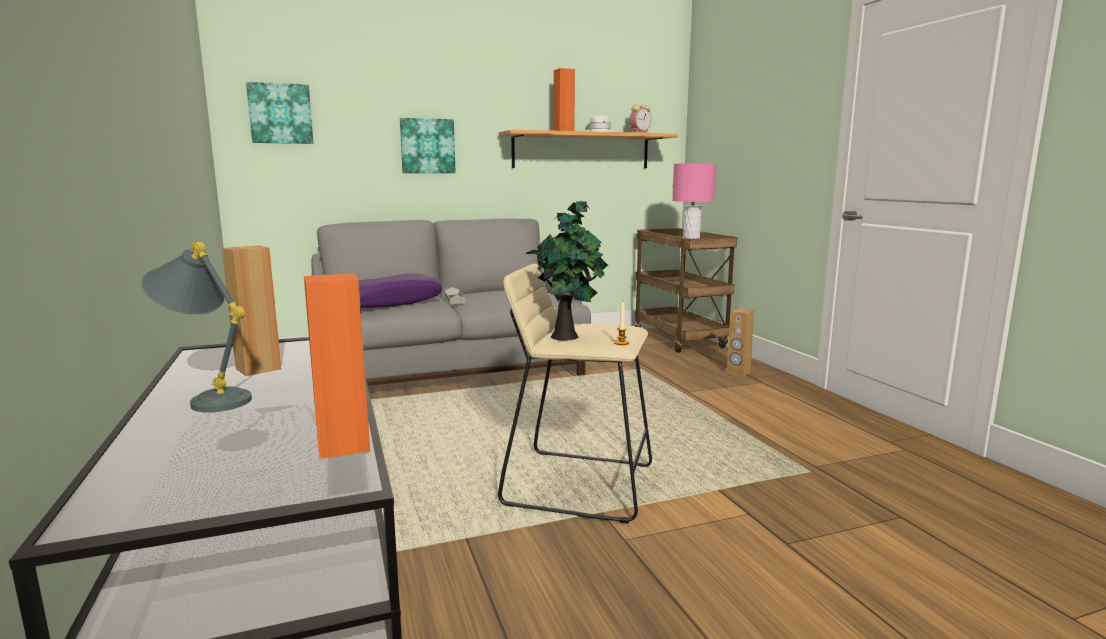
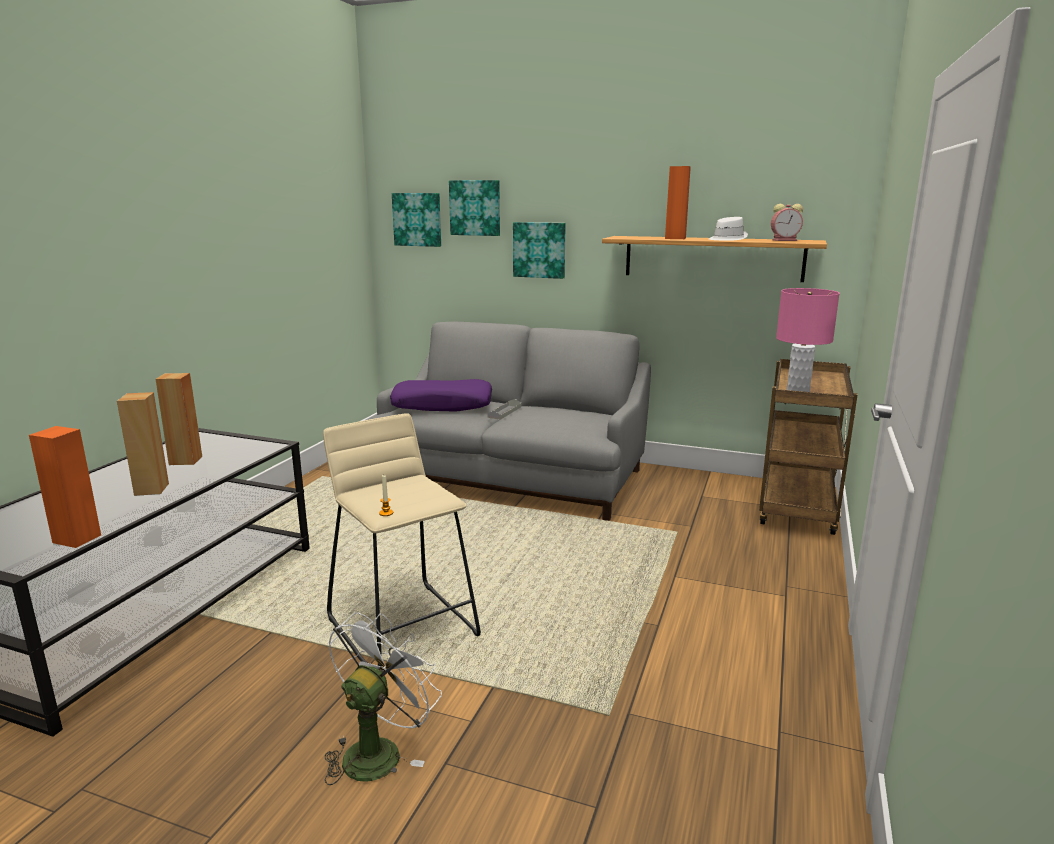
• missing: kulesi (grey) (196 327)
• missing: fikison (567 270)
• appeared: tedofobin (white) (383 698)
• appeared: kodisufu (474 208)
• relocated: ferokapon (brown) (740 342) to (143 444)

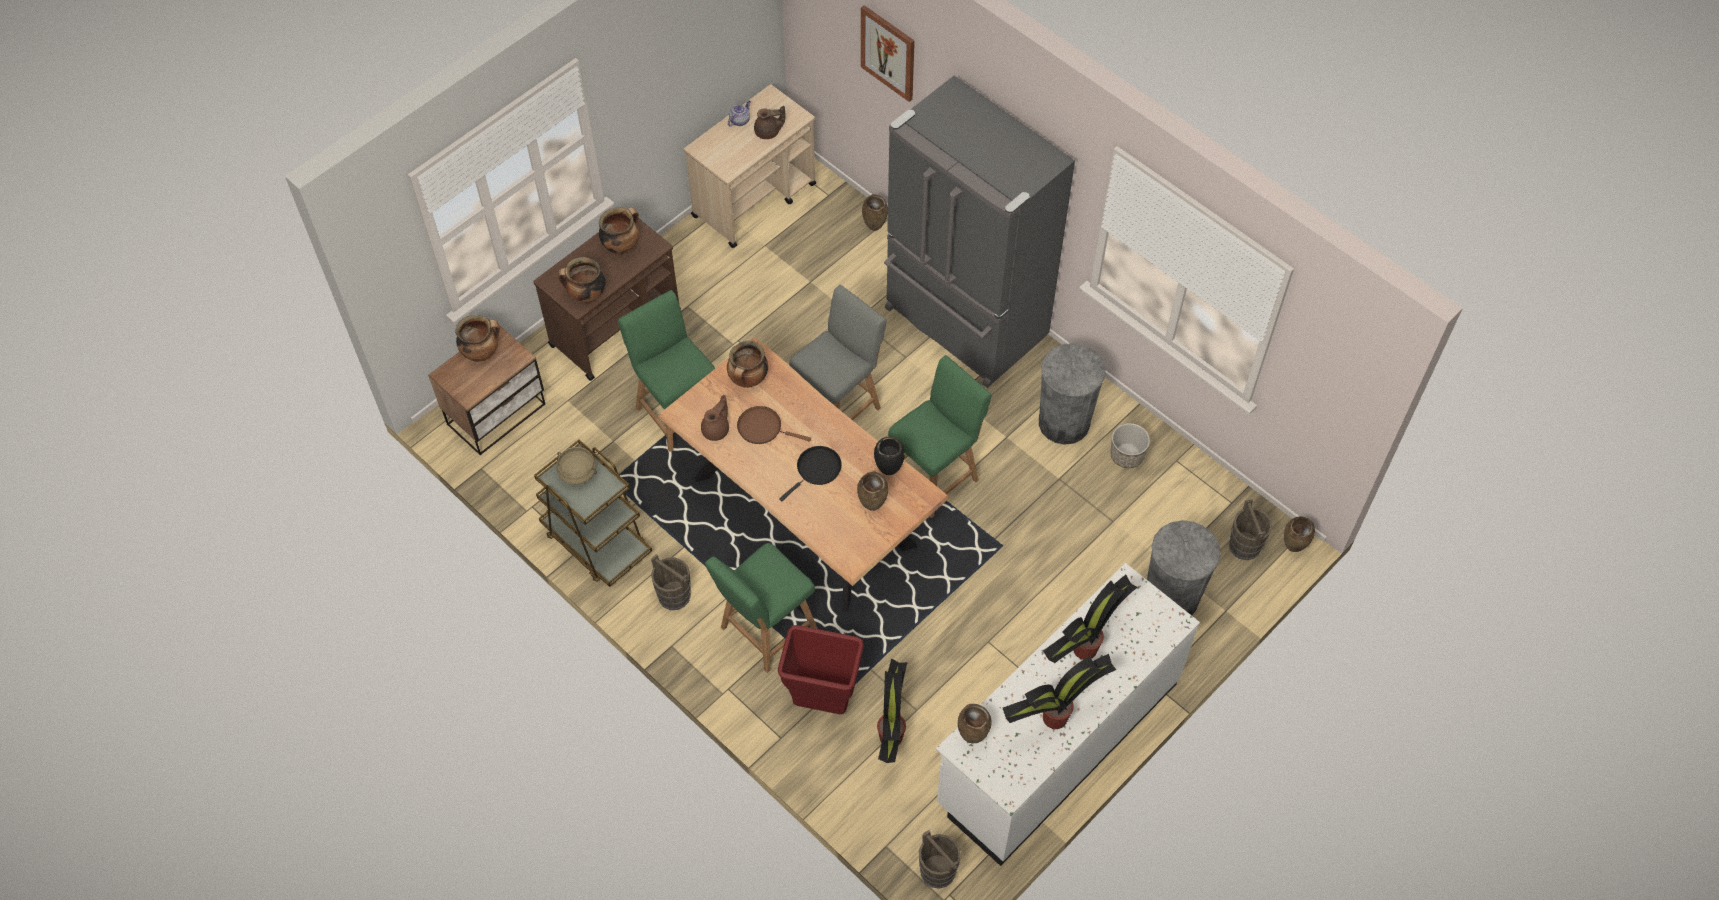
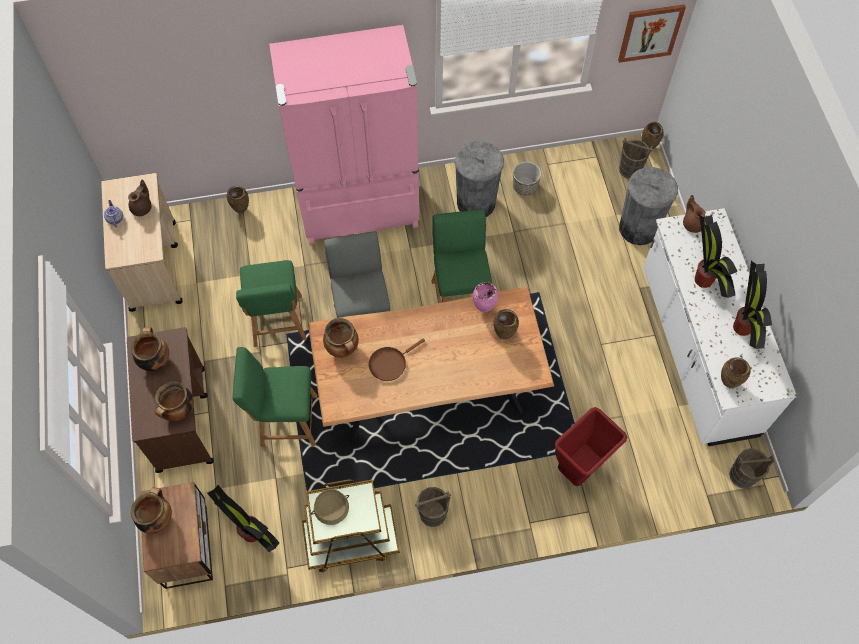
• missing: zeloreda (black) (810 473)
• relocated: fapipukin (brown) (715 418) to (694 214)
• relocated: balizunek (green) (761 608) to (271 303)
• relocated: kodisufu (888 53) to (652 33)
• relocated: fikison (892 710) to (243 518)
• colour: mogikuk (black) (889 456) to mogikuk (pink) (485 297)
• colour: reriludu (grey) (979 232) to reriludu (pink) (344 134)

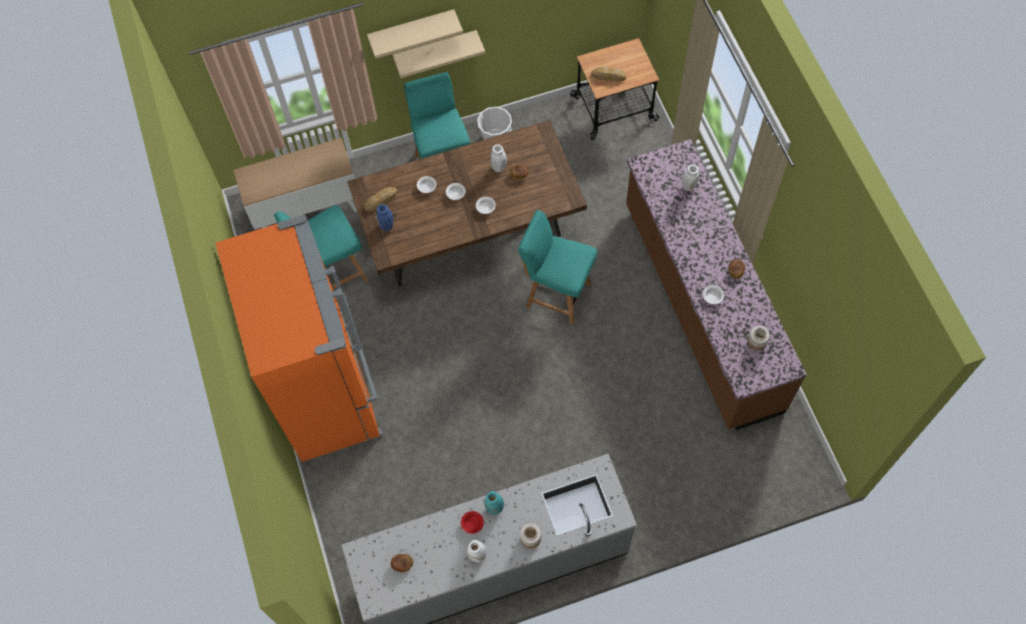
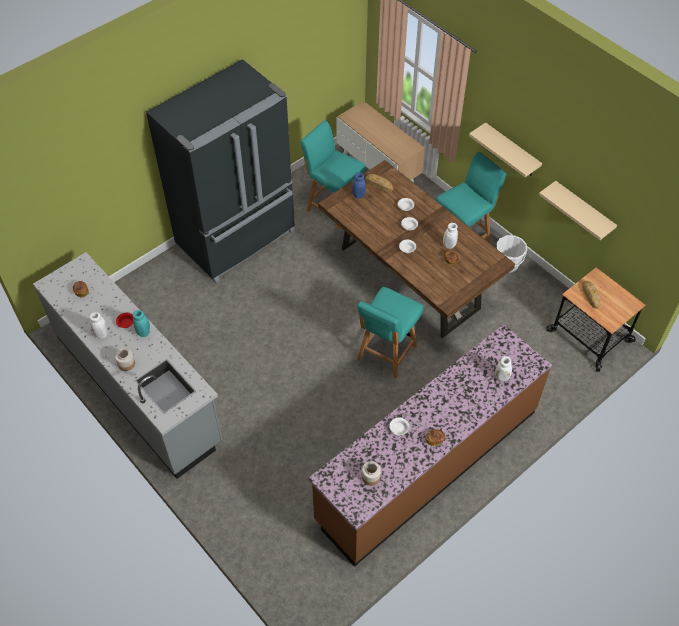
• relocated: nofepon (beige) (415 34) to (578 210)
• colour: reriludu (orange) (299 338) to reriludu (black) (220 171)
• spun: balizunek (turquoise) (557 267) = (390 333) 150 degrees counterclockwise

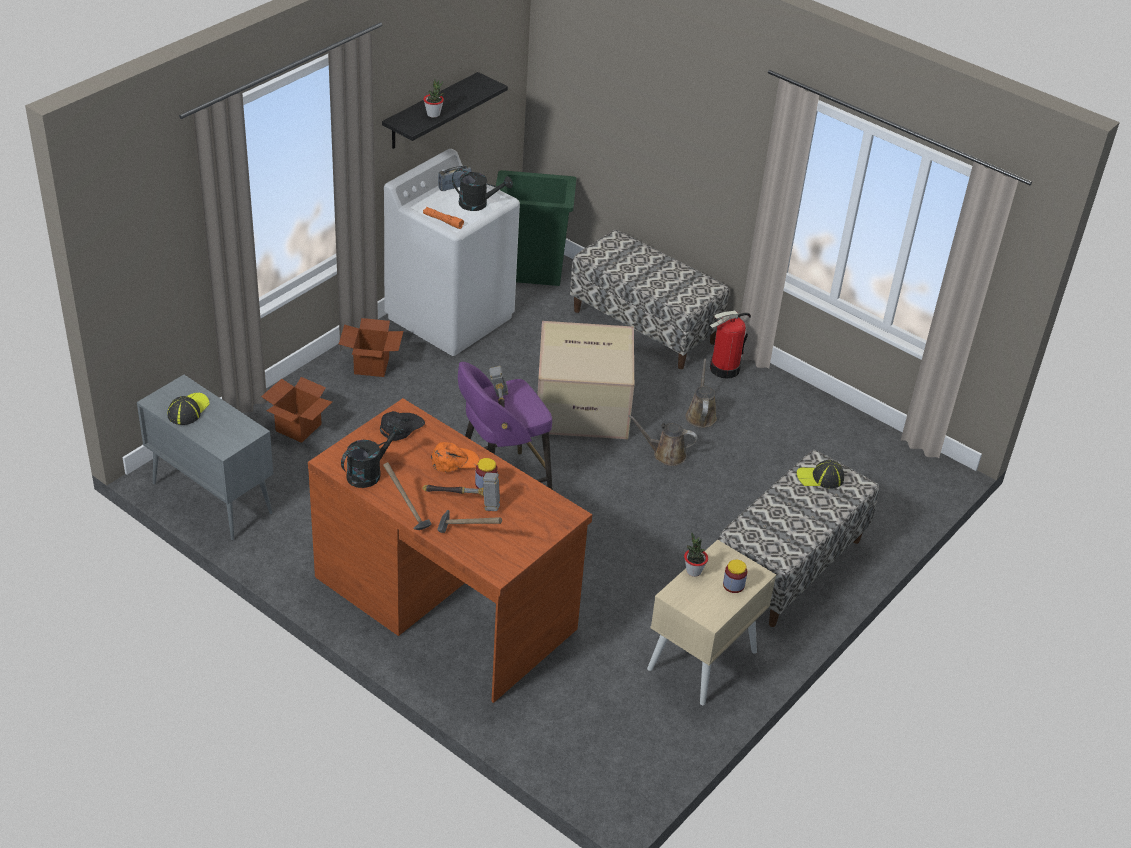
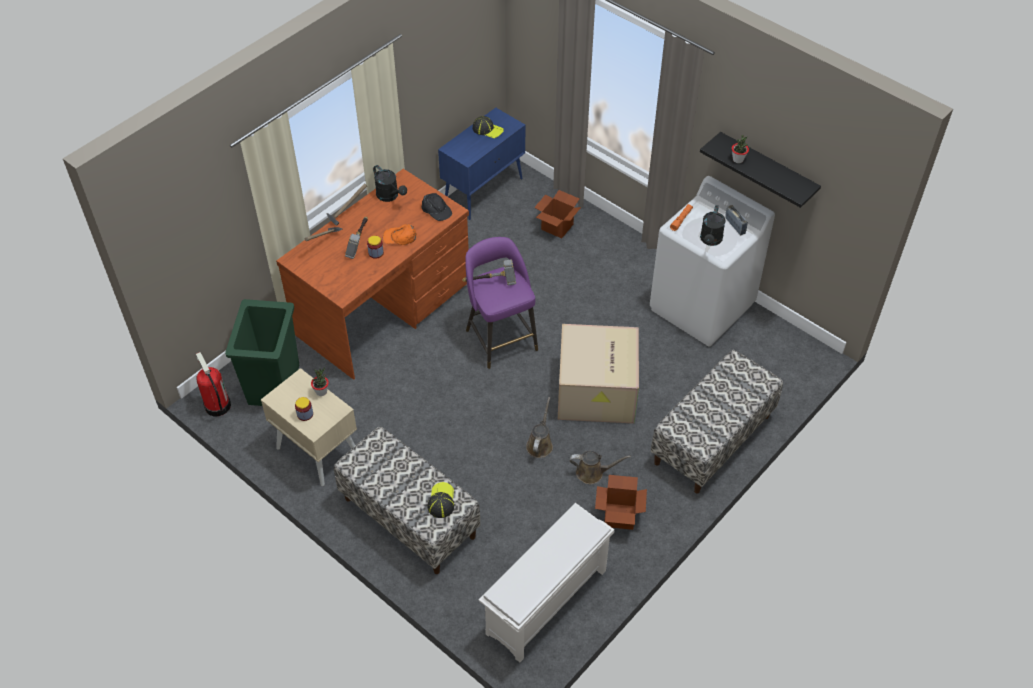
• appeared: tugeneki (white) (546 583)
• relocated: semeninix (371 347) to (621 502)
• relocated: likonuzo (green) (535 228) to (262 352)
• relocated: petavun (730 345) to (213 384)
• colour: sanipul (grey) (205 457) to sanipul (blue) (481 164)
• spun: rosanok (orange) (455 457) = (400 234) 105 degrees clockwise

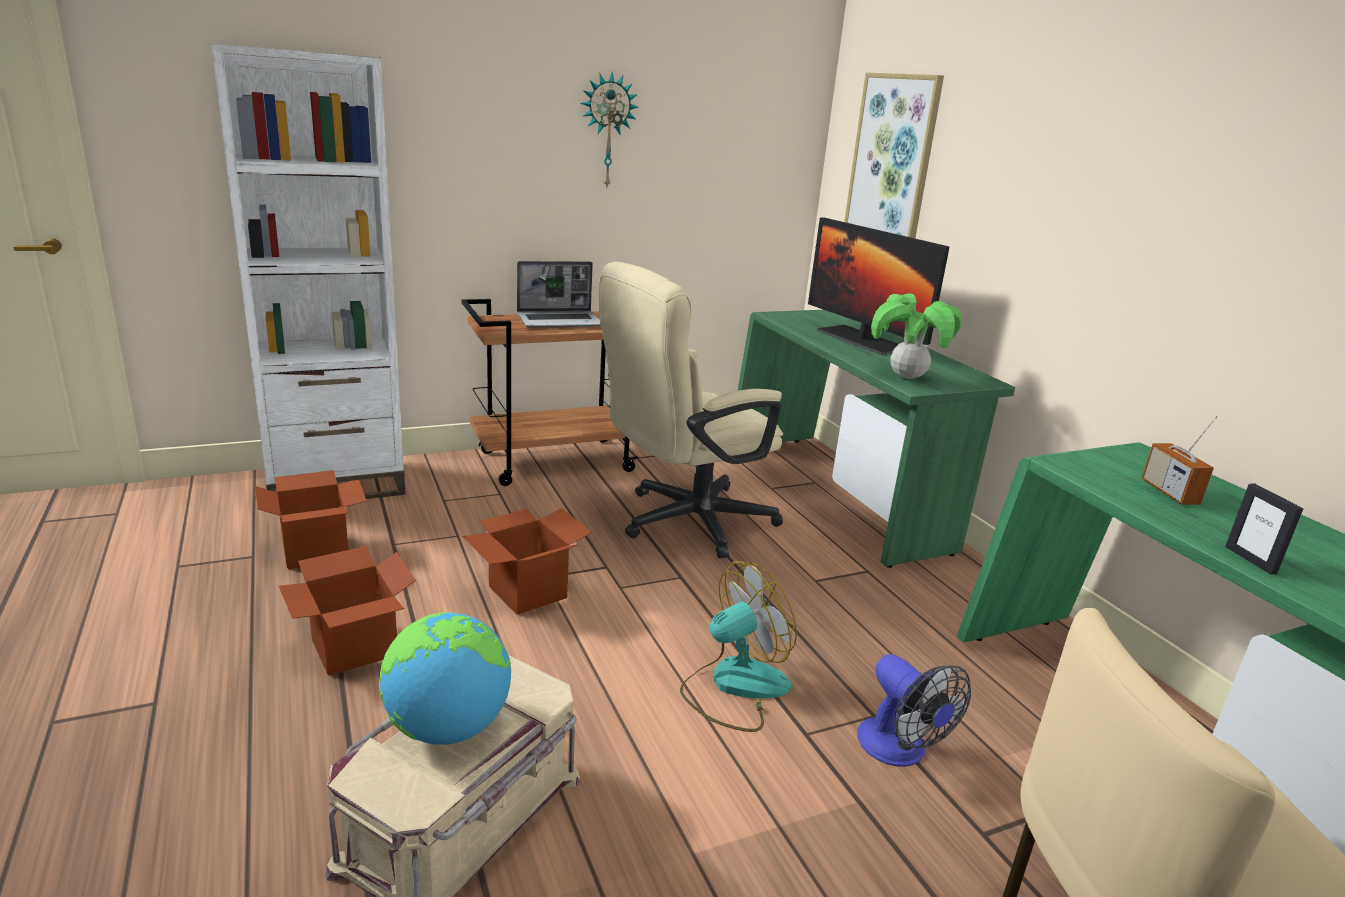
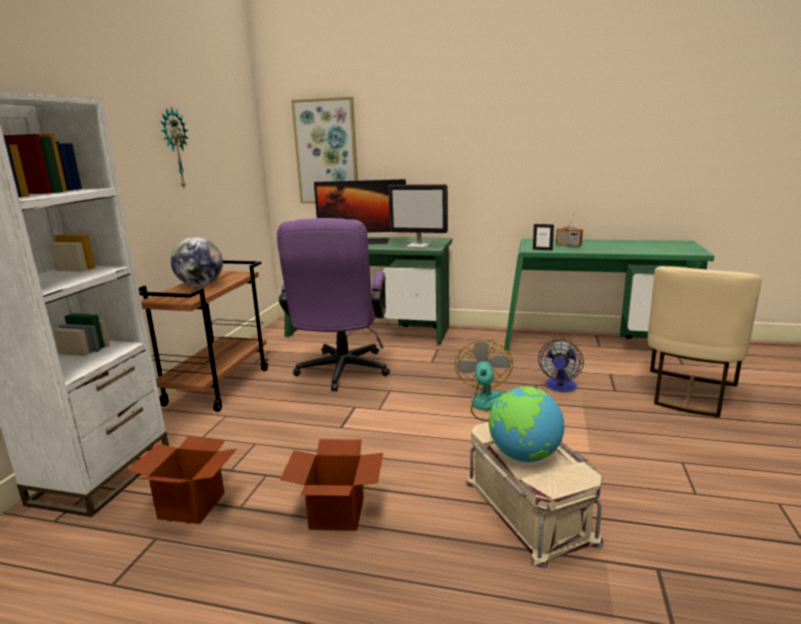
• missing: semeninix (527 561)
• relocated: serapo (1264 529) to (543 237)
• exchanged: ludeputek (558 294) to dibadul (197 261)
• exchanged: fikison (916 336) to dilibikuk (418 216)
• colour: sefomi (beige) (691 409) to sefomi (purple) (333 304)
• spun: tedofobin (914 710) = (561 366) 105 degrees clockwise

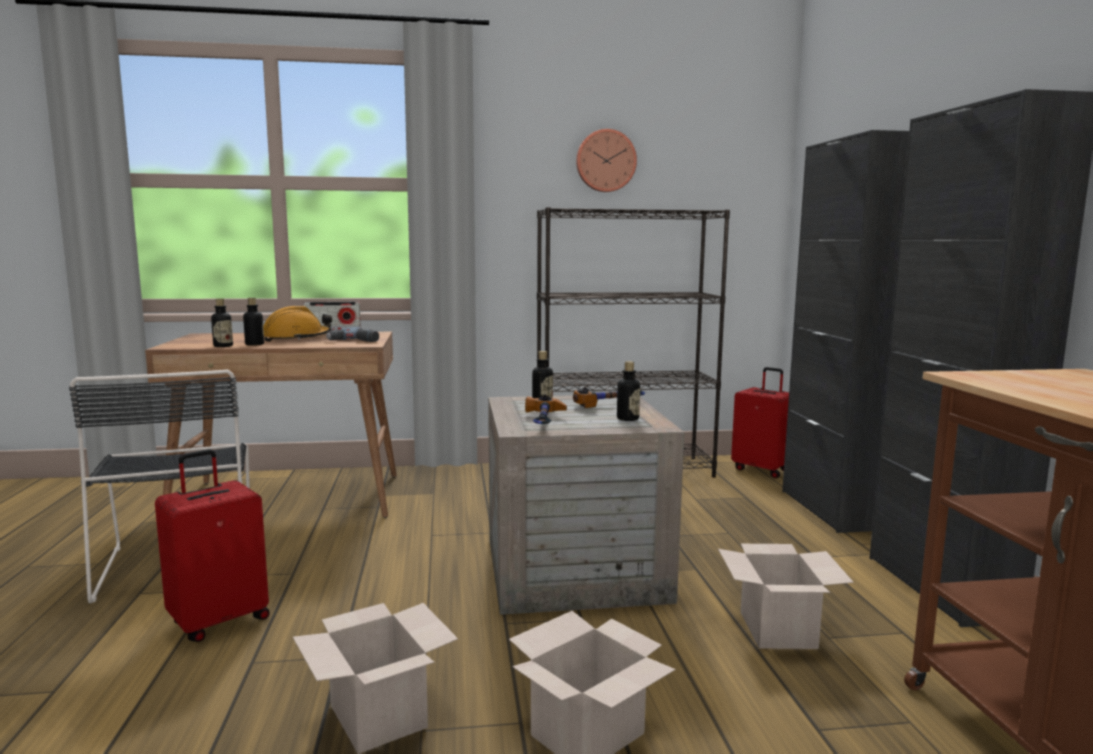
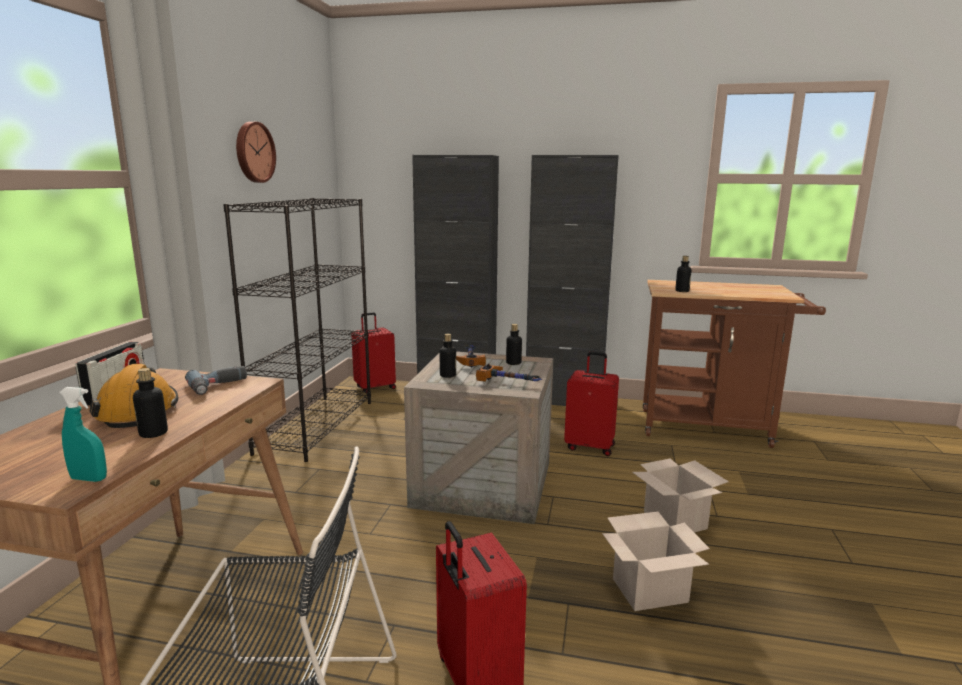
• appeared: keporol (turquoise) (83 434)
• relocated: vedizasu (222 322) to (683 274)
• exchanged: semeninix (786 596) to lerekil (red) (591 404)

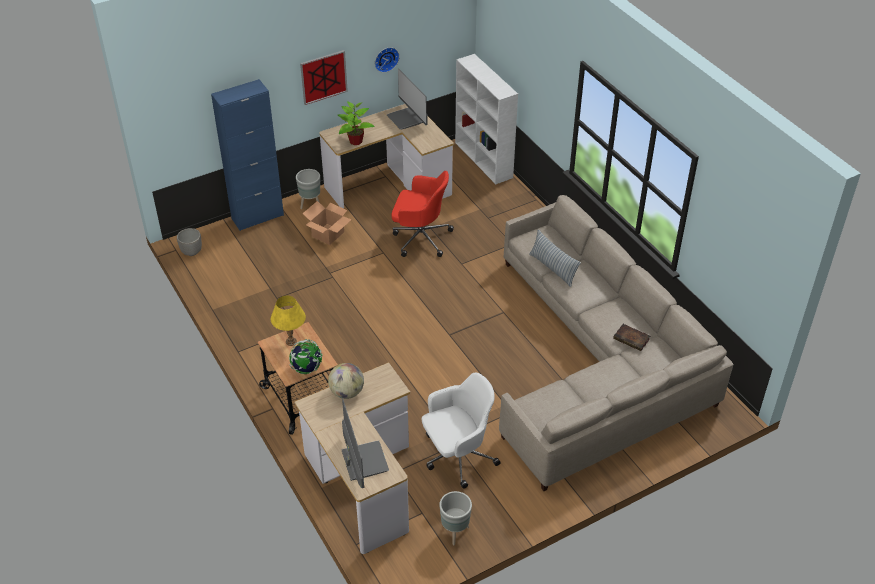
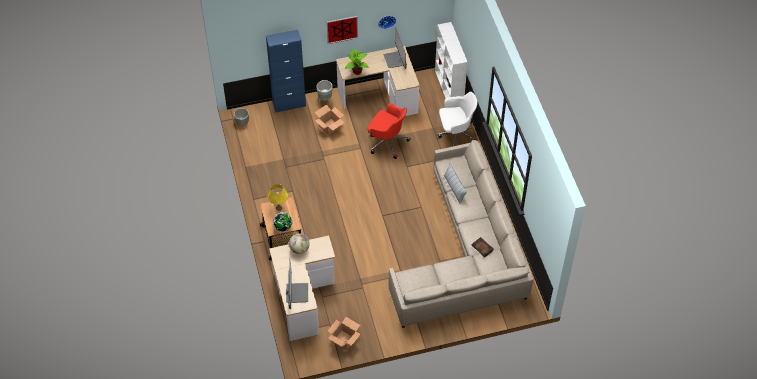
• relocated: sefomi (white) (461 430) to (457 119)
• exchanged: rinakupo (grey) (455 518) to semeninix (344 334)

